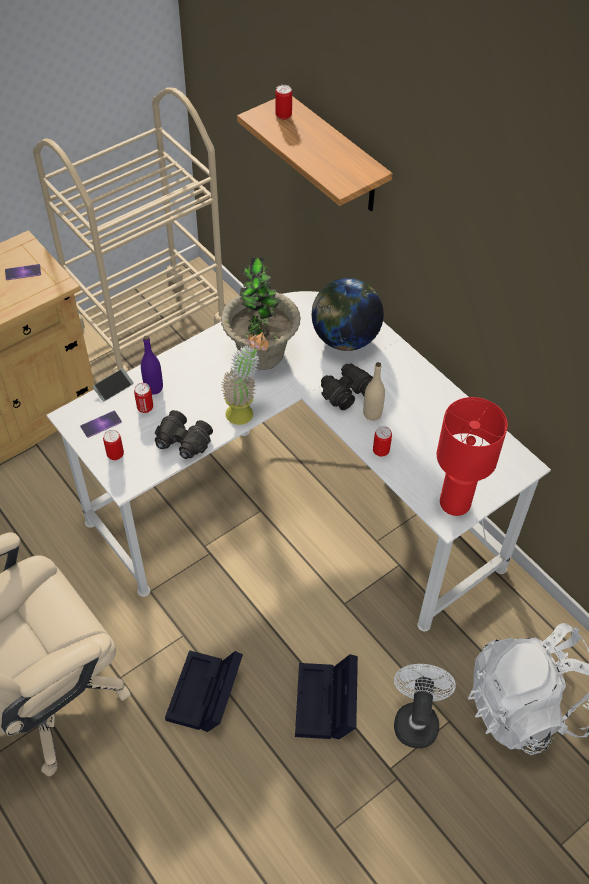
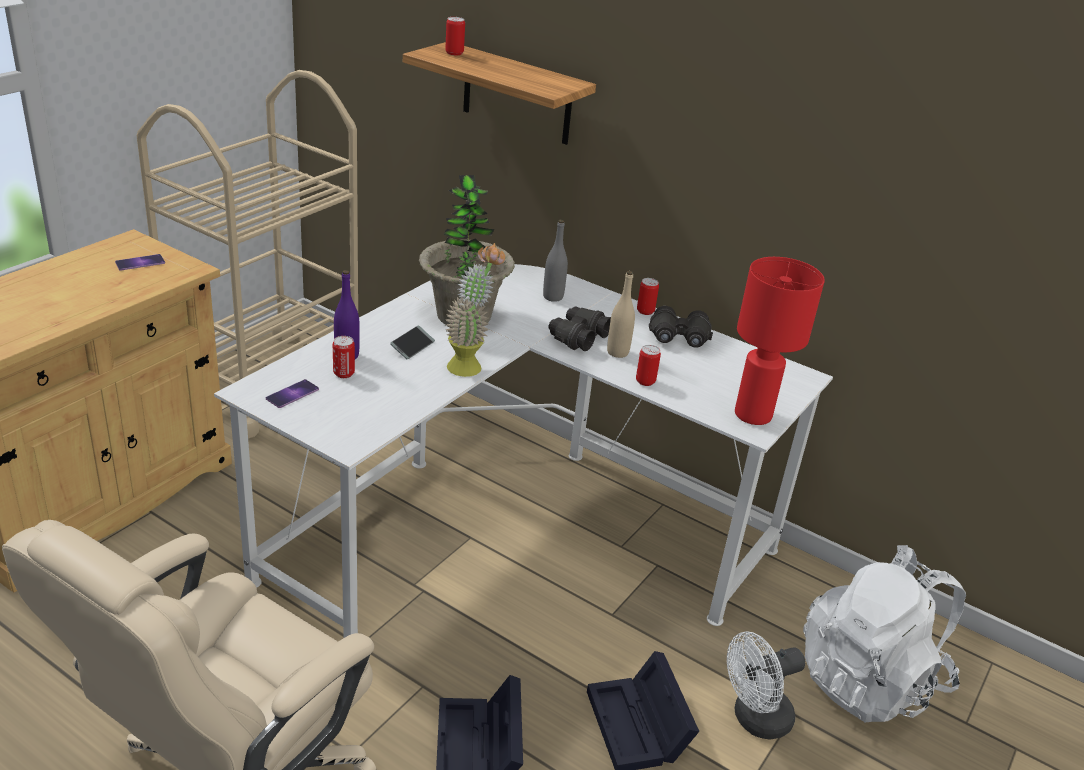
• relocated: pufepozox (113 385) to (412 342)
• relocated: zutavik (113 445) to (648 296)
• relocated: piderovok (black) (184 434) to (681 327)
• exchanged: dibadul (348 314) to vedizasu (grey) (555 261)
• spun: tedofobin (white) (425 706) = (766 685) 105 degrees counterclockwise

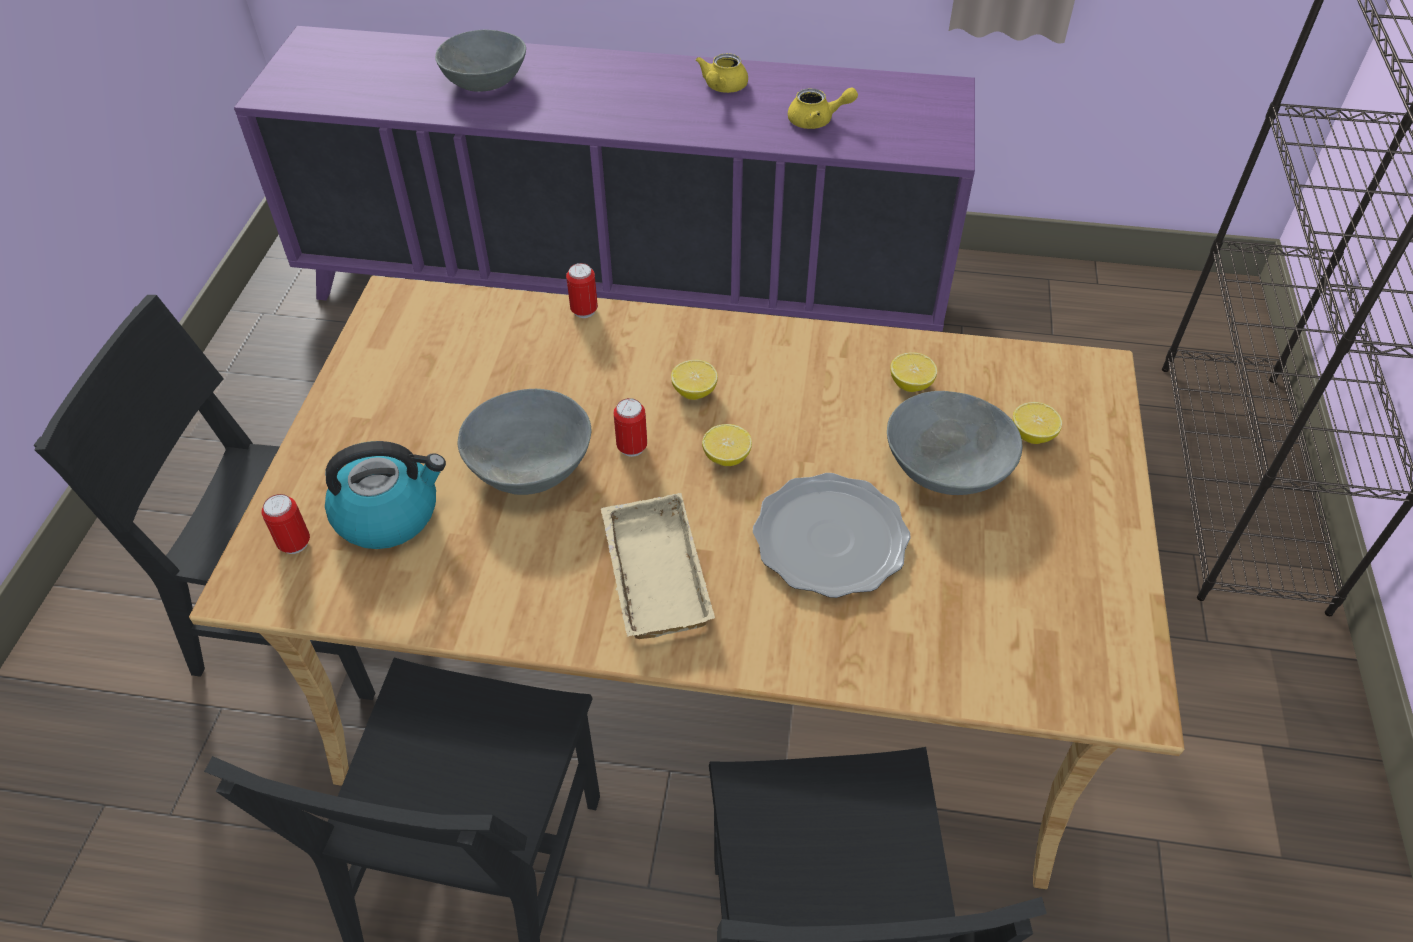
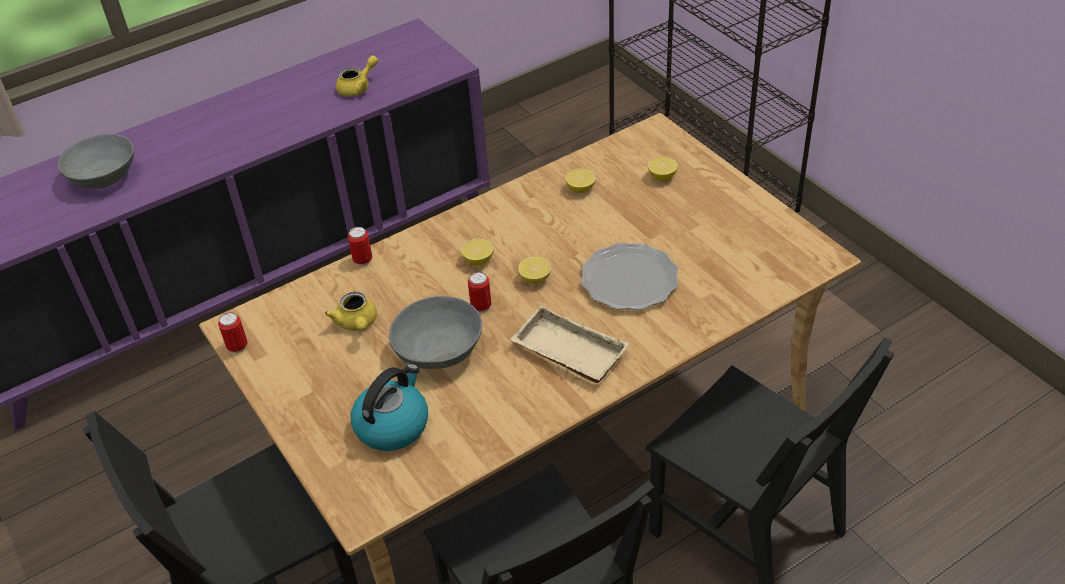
• missing: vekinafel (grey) (954 443)
• relocated: zutavik (285 524) to (233 333)
• relocated: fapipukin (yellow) (722 73) to (351 311)

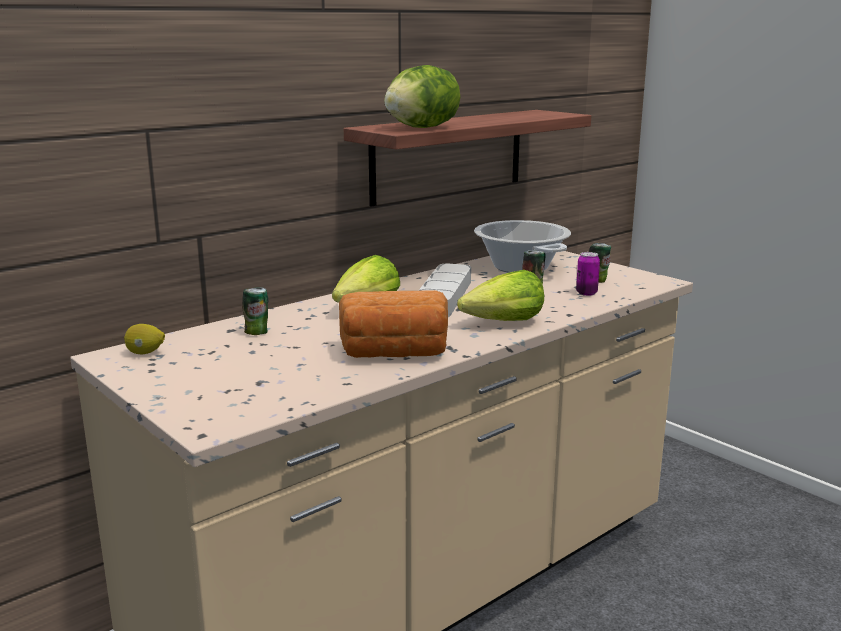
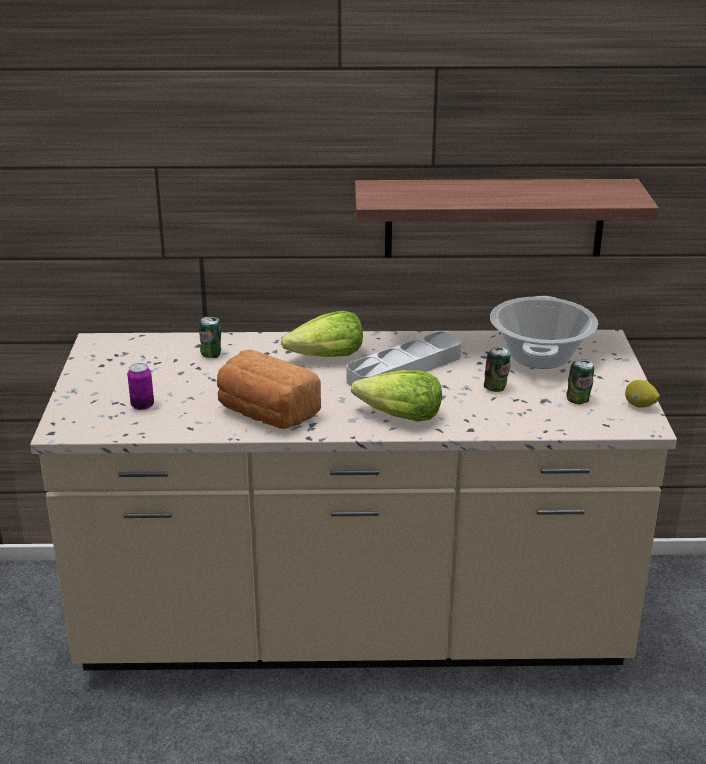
• missing: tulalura (422 96)
• relocated: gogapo (144 339) to (642 394)
• relocated: zutavik (588 274) to (140 386)

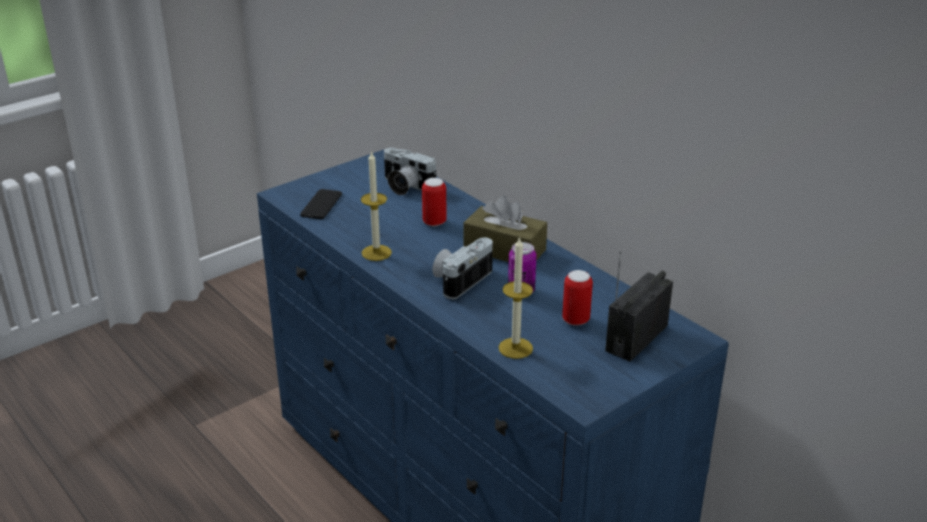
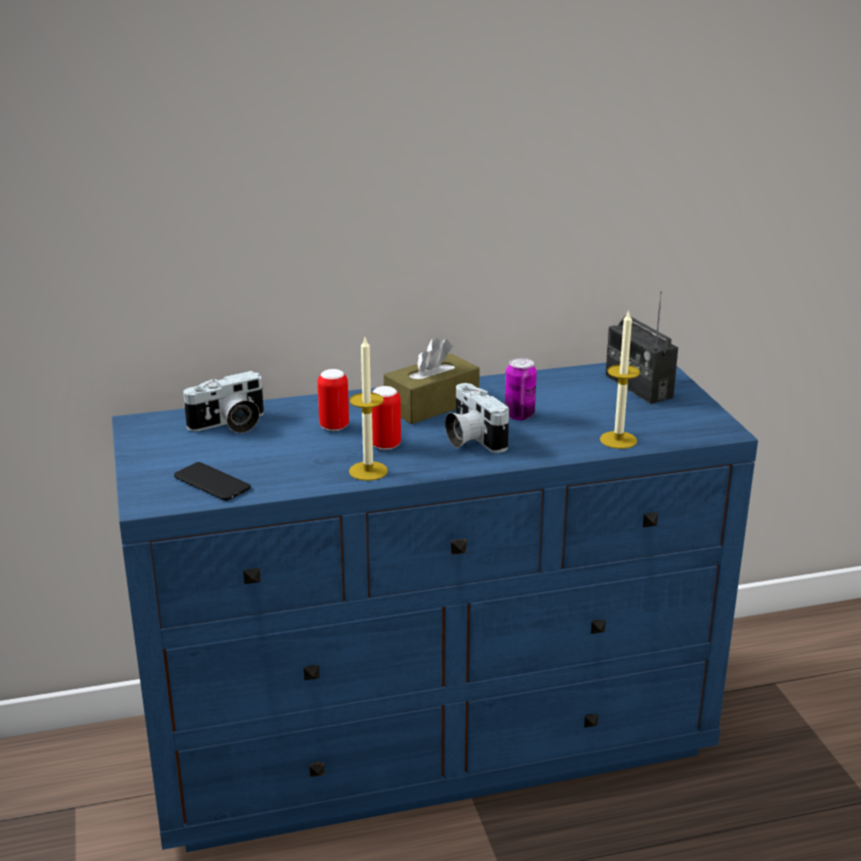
• relocated: zutavik (577 298) to (386 418)

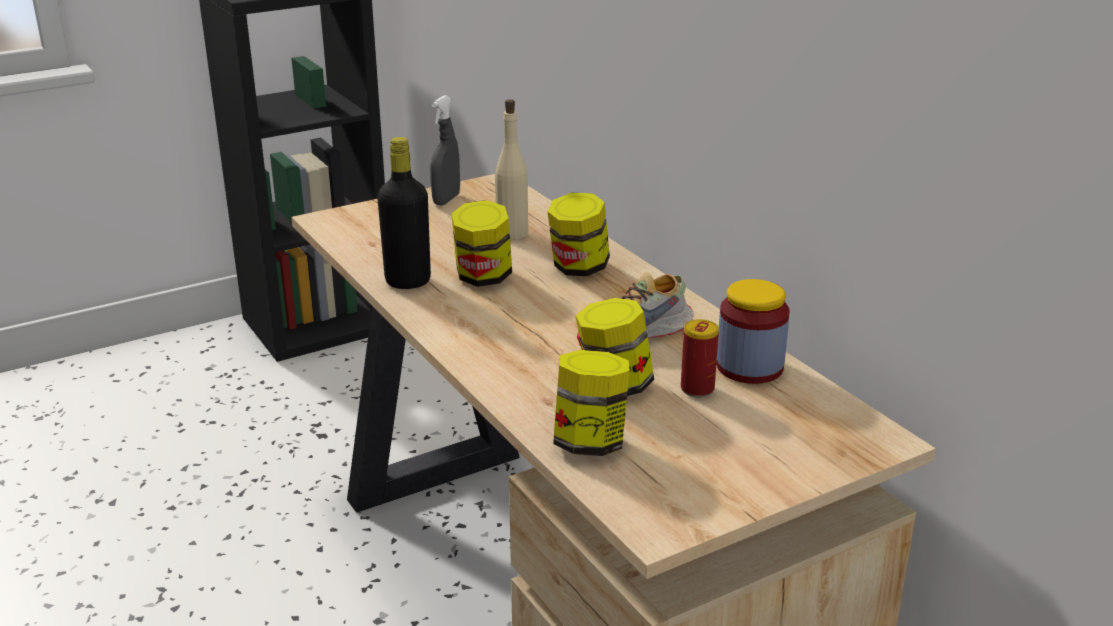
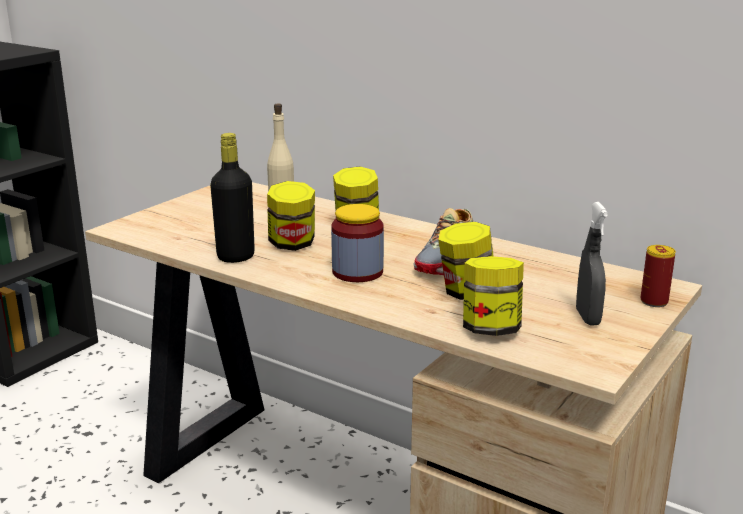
• relocated: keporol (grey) (445 150) to (592 264)
• relocated: zutavik (700 358) to (658 276)
• relocated: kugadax (753 331) to (357 243)

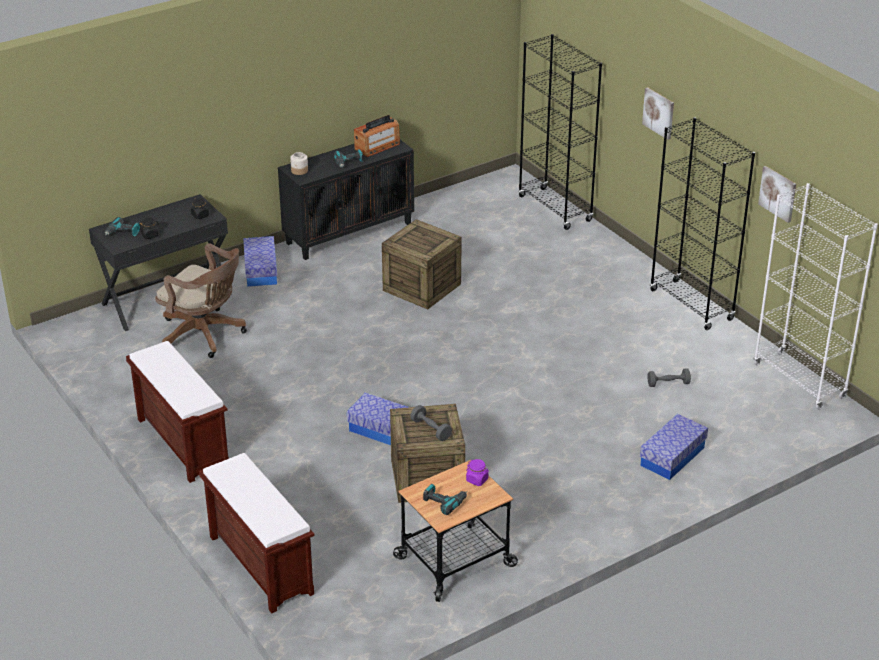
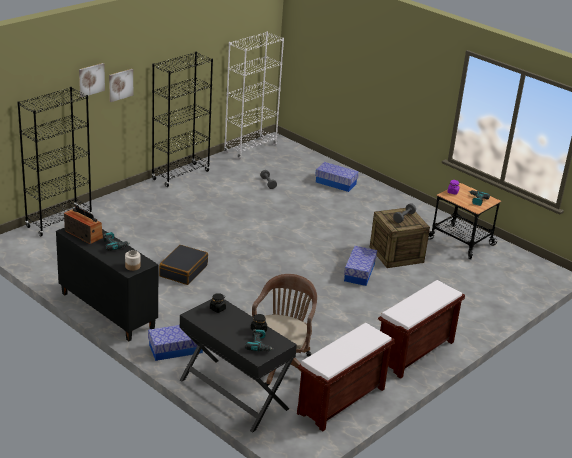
• relocated: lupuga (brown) (256 533) to (346 377)
• relocated: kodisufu (777 194) to (92 80)
• exchanged: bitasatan (422 264) to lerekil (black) (183 265)

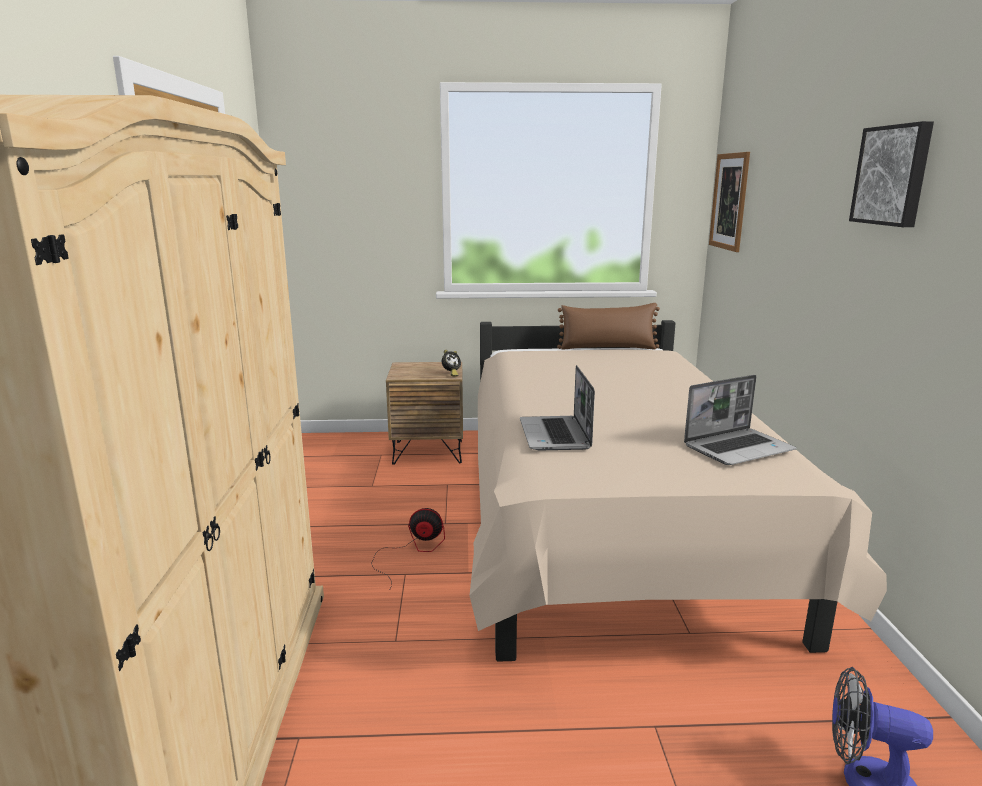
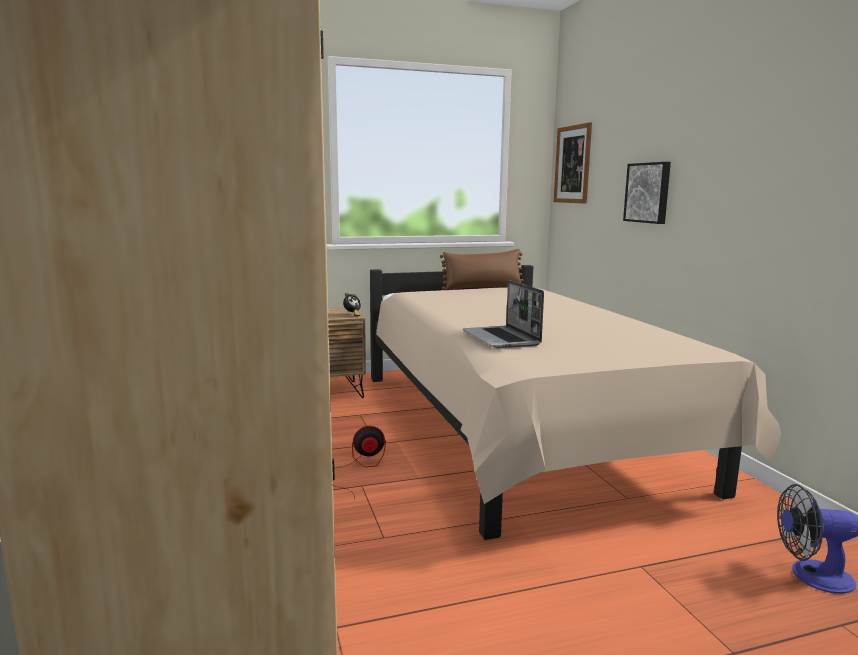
• missing: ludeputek (740 420)
• relocated: kodisufu (891 174) to (647 193)

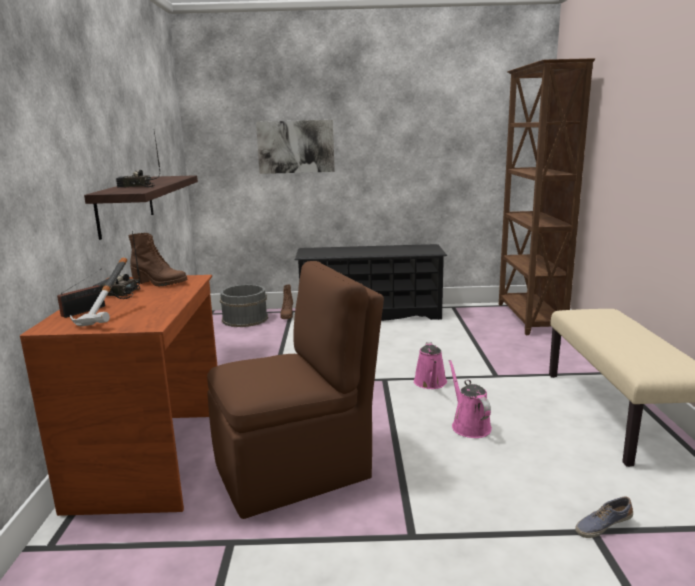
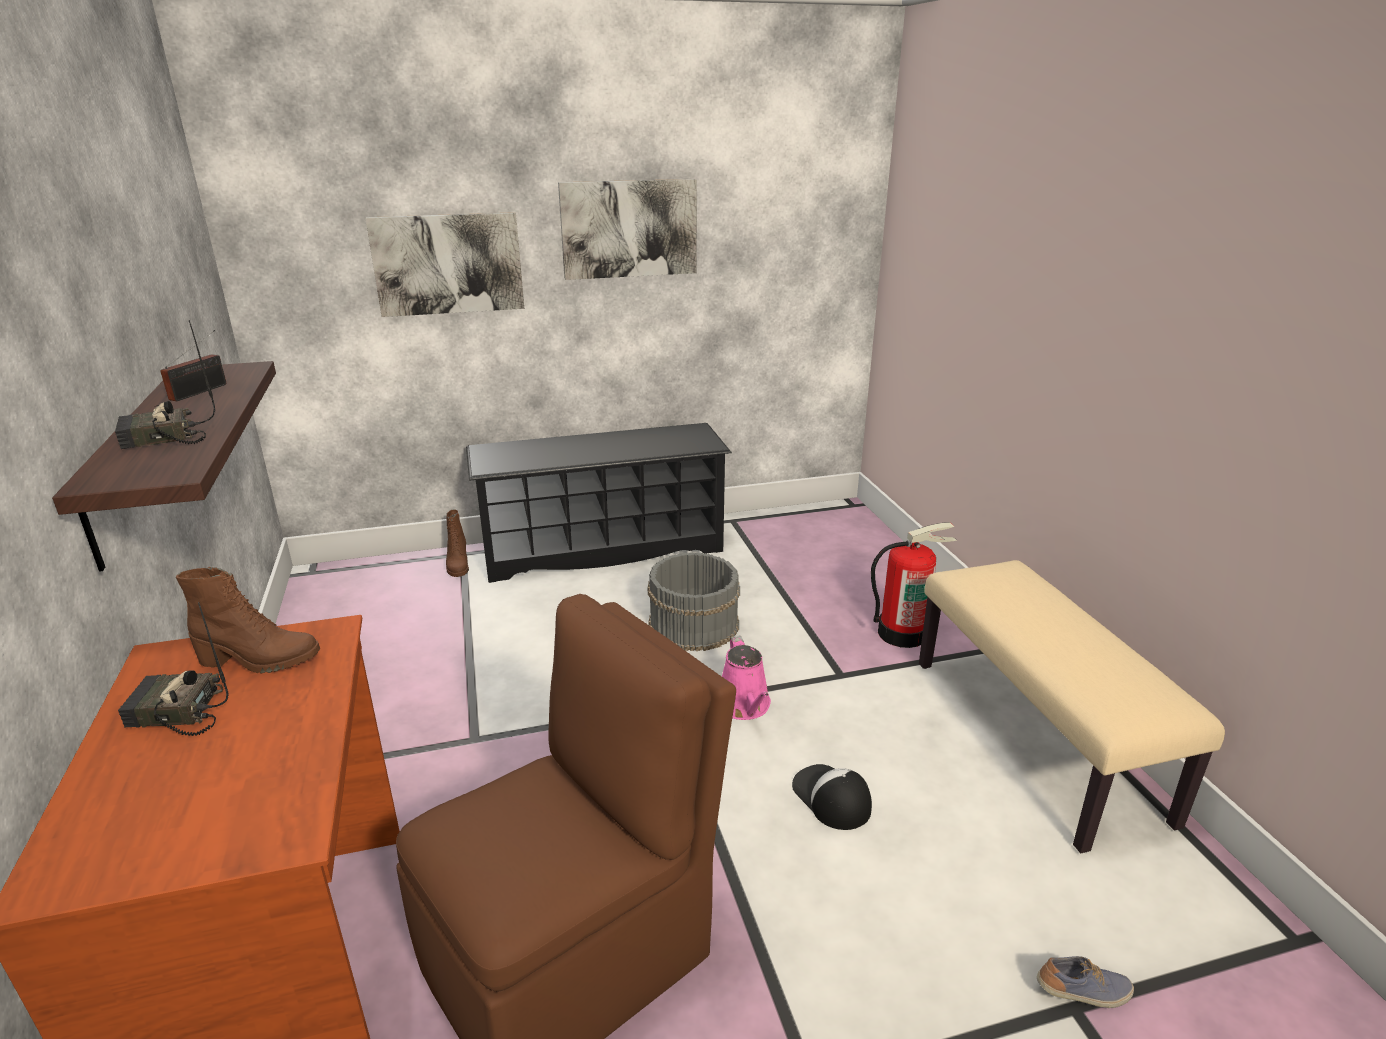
• missing: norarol (99 292)
• missing: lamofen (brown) (547 196)
• appeared: kodisufu (627 229)
• appeared: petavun (914 585)
• relocated: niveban (81 293) to (194 365)
• relocated: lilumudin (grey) (244 305) to (693 601)
• exchanged: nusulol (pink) (470 399) to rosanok (832 797)
• spun: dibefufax (604 517) = (1085 982) 150 degrees counterclockwise

